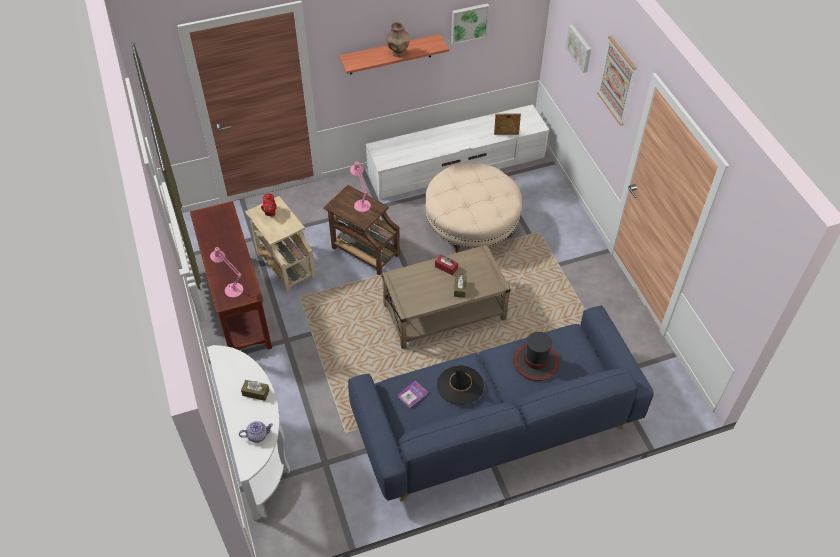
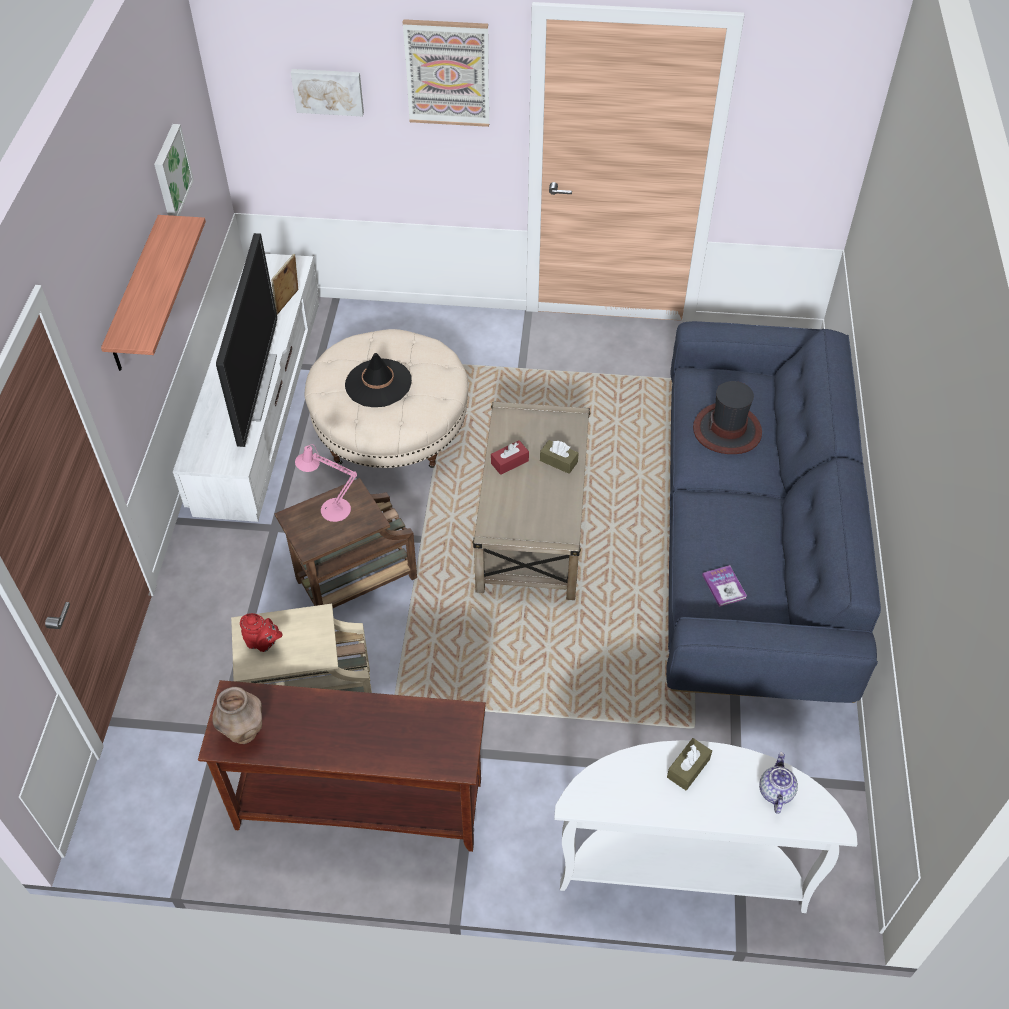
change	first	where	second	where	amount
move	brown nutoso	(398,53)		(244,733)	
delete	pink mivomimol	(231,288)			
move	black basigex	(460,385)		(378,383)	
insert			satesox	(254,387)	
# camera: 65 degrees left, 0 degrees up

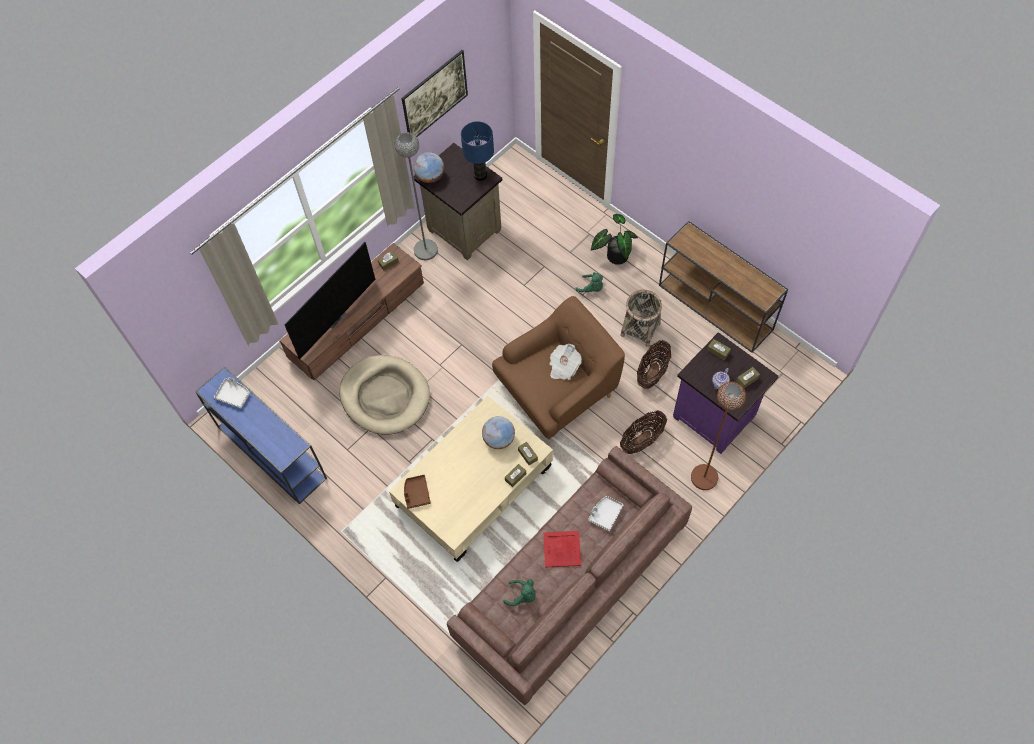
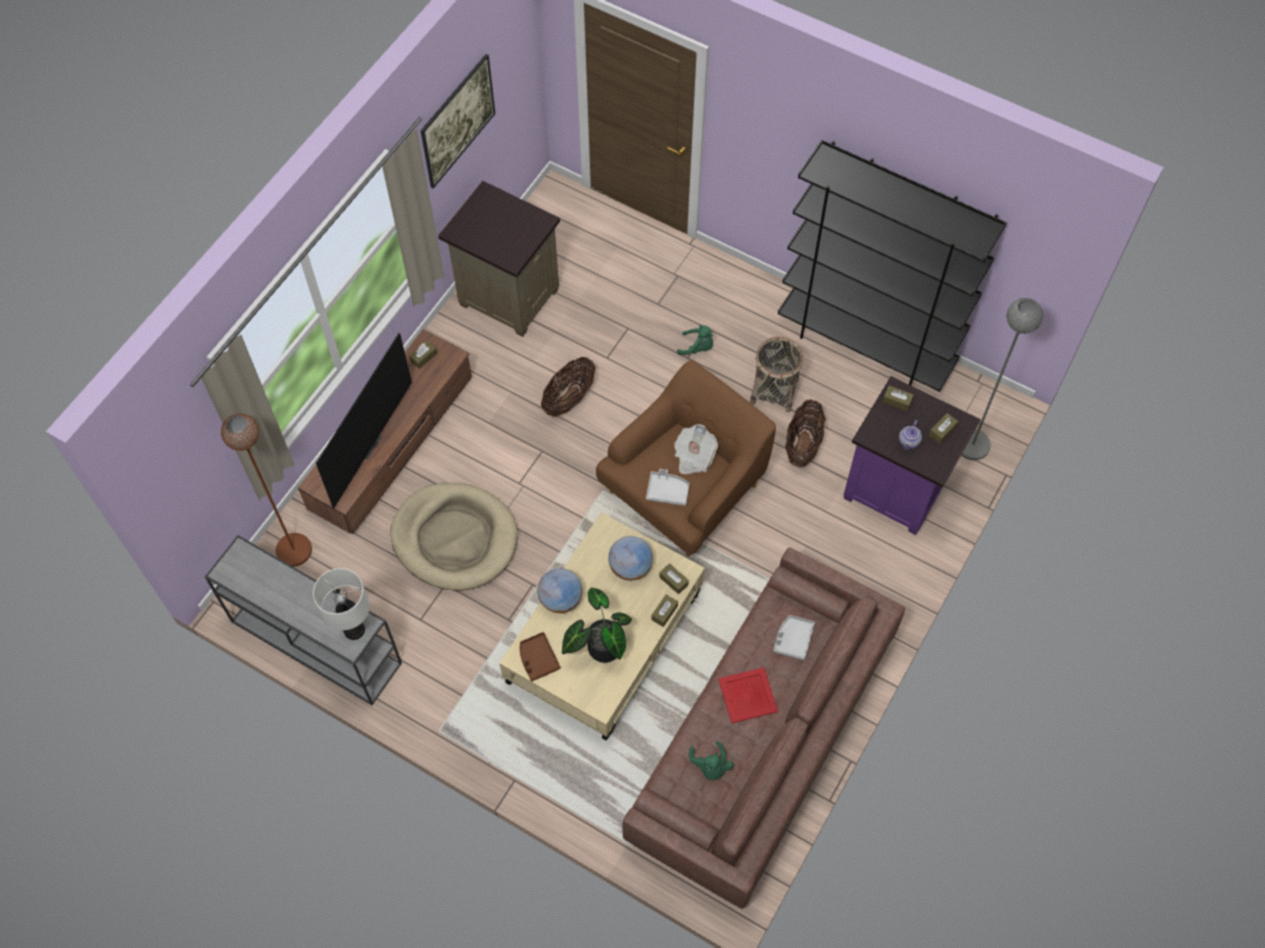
change	first	where	second	where	amount
delete	blue mivomimol	(480,175)			
move	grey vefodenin	(425,250)		(972,445)	
move	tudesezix	(430,177)		(560,599)	
move	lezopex	(615,255)		(600,646)	
replace	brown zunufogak	(716,308)	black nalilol	(865,346)	
recolor	blue zunufogak	(270,451)	grey zunufogak	(314,642)	
move	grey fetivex	(234,395)		(667,491)	
move	brown vefodenin	(704,477)		(294,550)	
move	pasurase	(642,440)		(569,398)	
rotate	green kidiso	(522,596)		(710,766)	75 degrees clockwise
insert			white mivomimol	(354,629)	
# camera: 15 degrees left, 0 degrees up

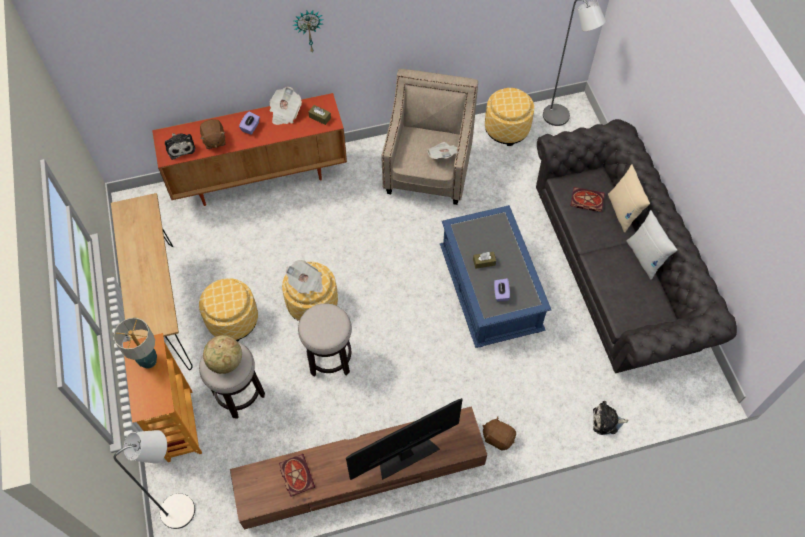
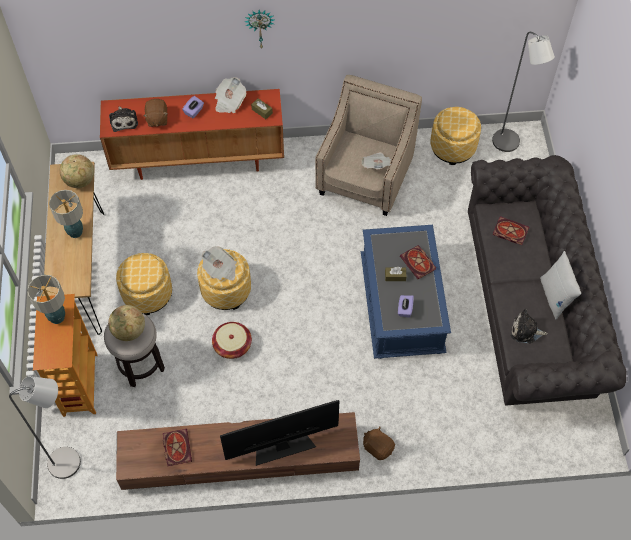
change	first	where	second	where	amount
delete	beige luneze	(622,211)			
replace	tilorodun	(330,358)	pasurase	(232,345)	
move	kidiso	(607,421)		(526,331)	
insert			tudesezix	(80,181)	
insert			mivomimol	(75,232)	
insert			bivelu	(419,263)	
# camera: 10 degrees right, 0 degrees up

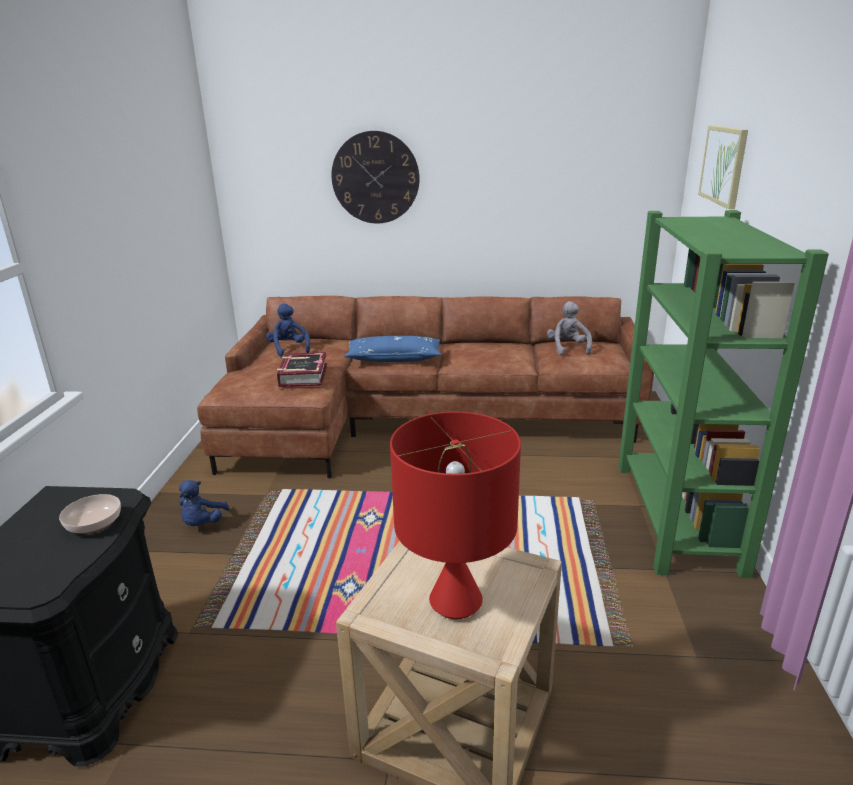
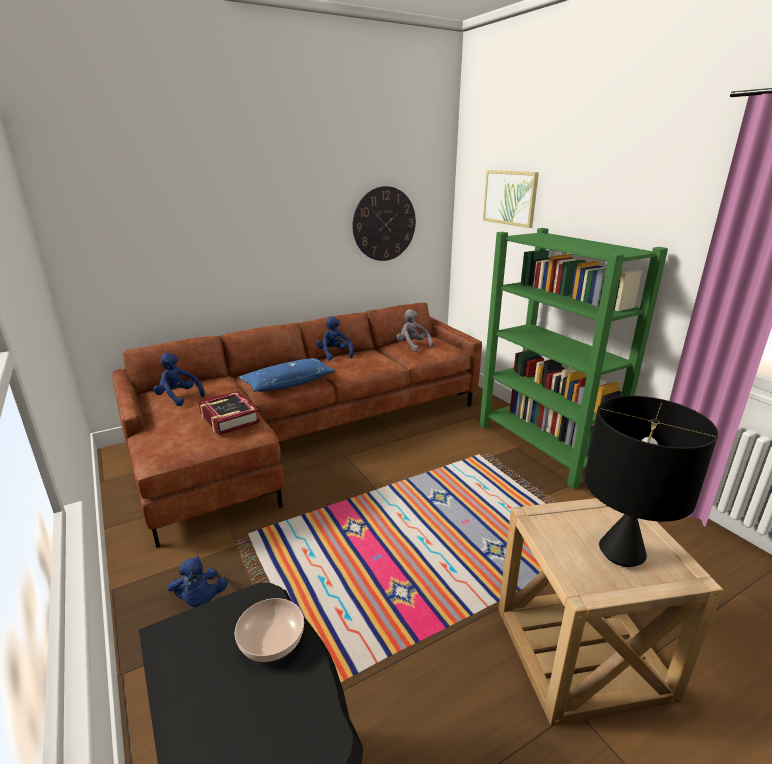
change	first	where	second	where	amount
move	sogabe	(375,178)		(384,224)	
recolor	red mivomimol	(456,604)	black mivomimol	(621,554)	
insert			blue kidiso	(334,354)	
# camera: 35 degrees left, 0 degrees up

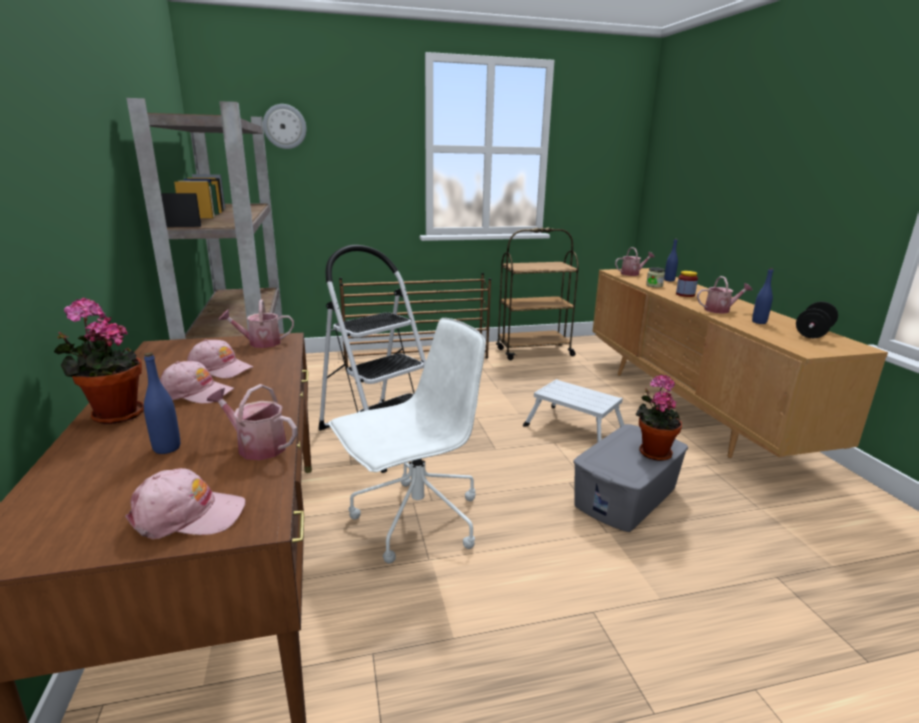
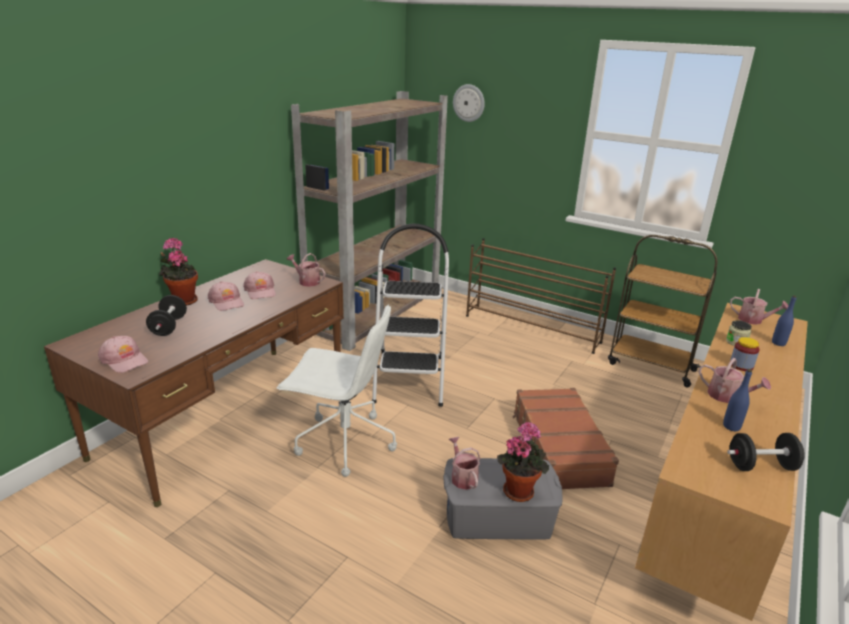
change	first	where	second	where	amount
replace	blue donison	(167,448)	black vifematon	(169,327)	
replace	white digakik	(575,428)	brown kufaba	(558,448)	
move	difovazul	(256,446)		(462,477)	
# camera: 45 degrees right, 5 degrees up

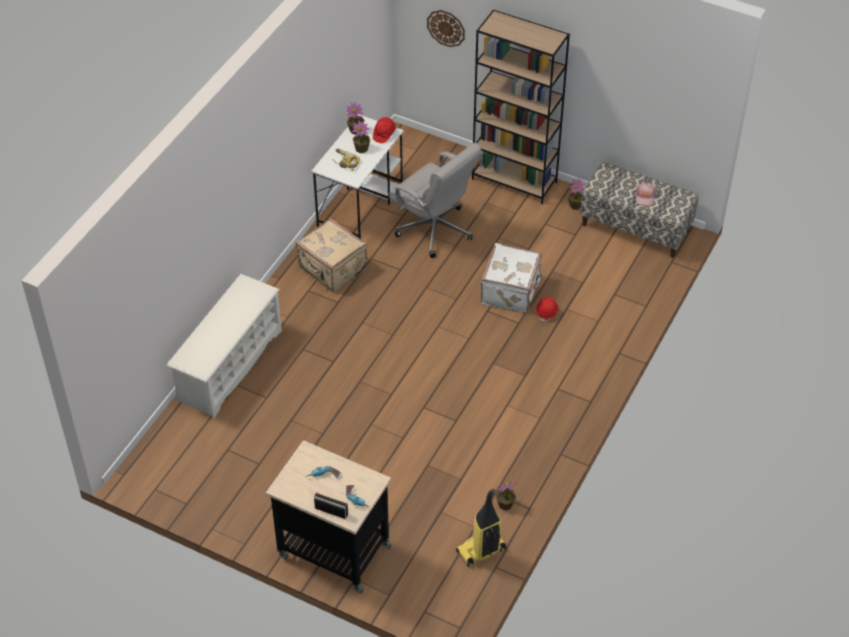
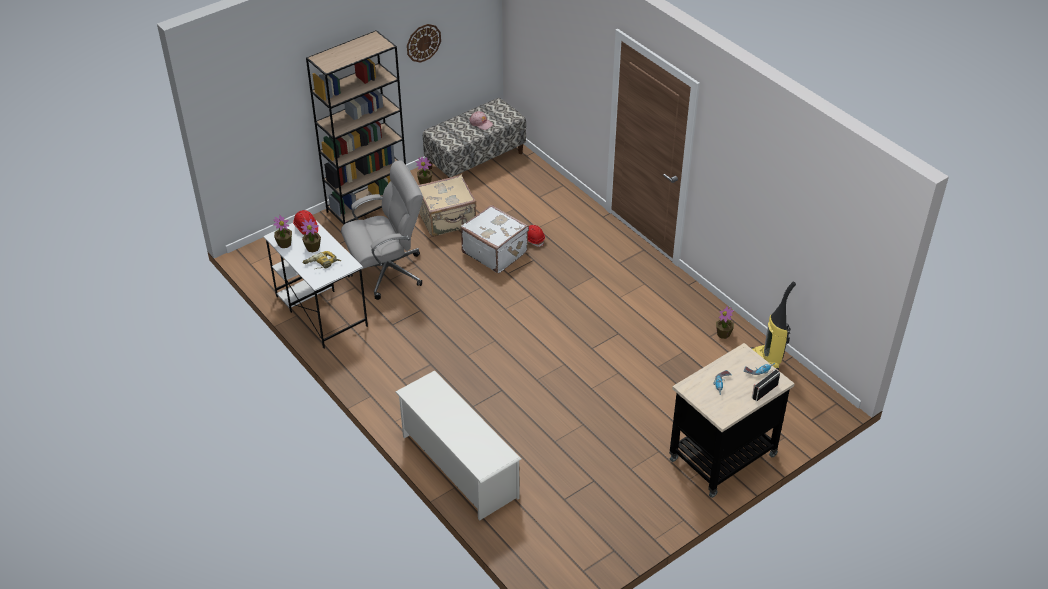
change	first	where	second	where	amount
move	sogabe	(446,28)		(423,42)	
move	beige kufaba	(332,269)		(448,220)	
# camera: 65 degrees left, 5 degrees down

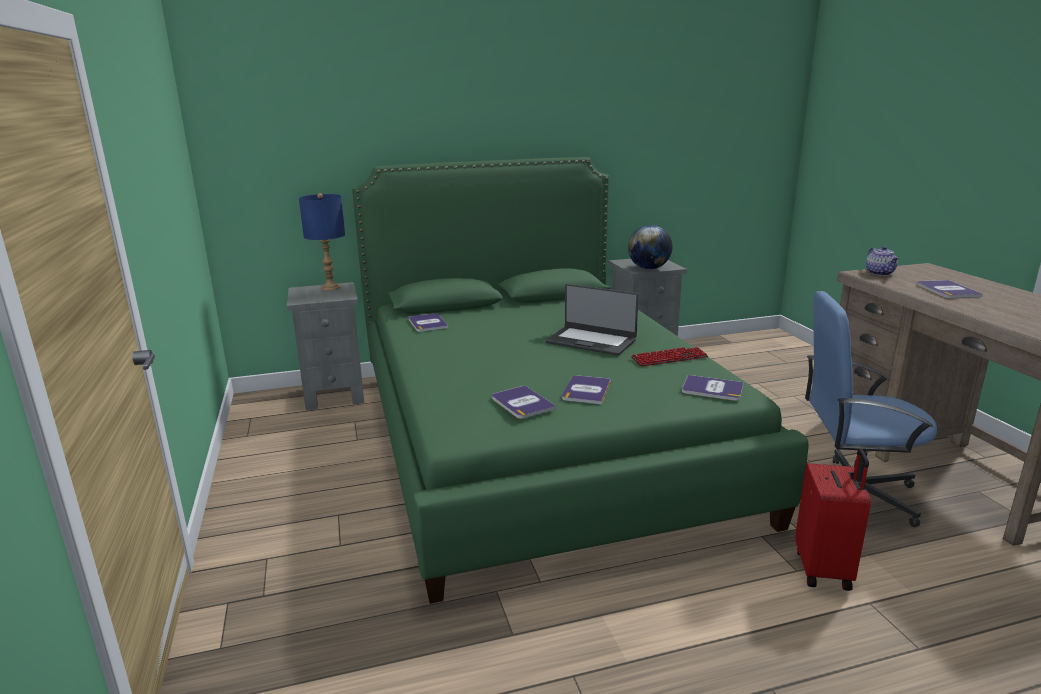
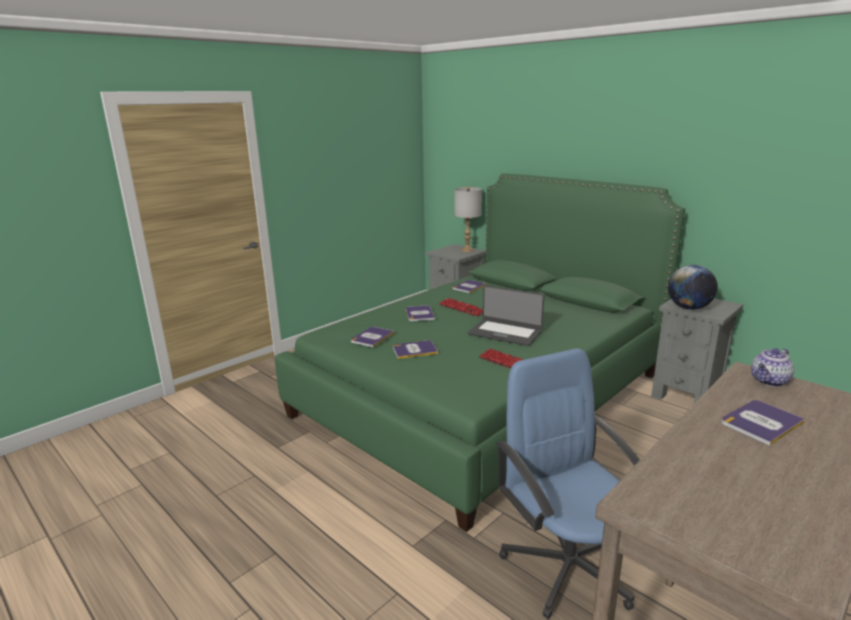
change	first	where	second	where	amount
recolor	blue mivomimol	(330,288)	grey mivomimol	(467,250)	
rotate	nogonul	(591,341)		(505,332)	60 degrees counterclockwise
move	bivelu	(712,389)		(419,314)	
delete	red kufaba	(824,569)			
insert			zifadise	(462,308)	
# camera: 60 degrees right, 0 degrees up

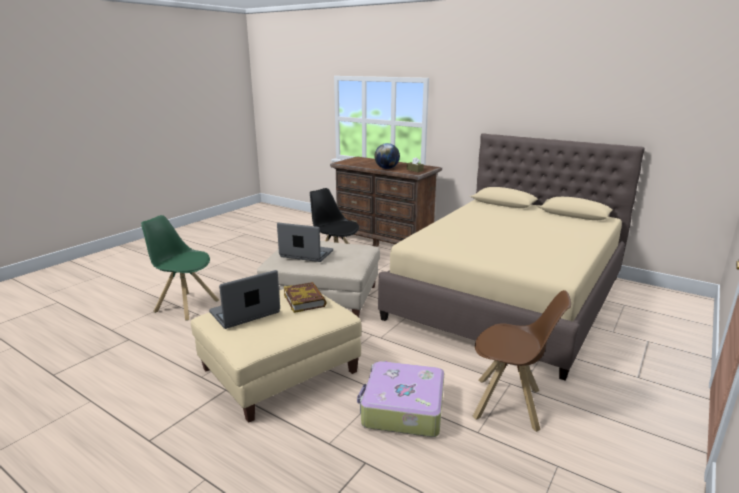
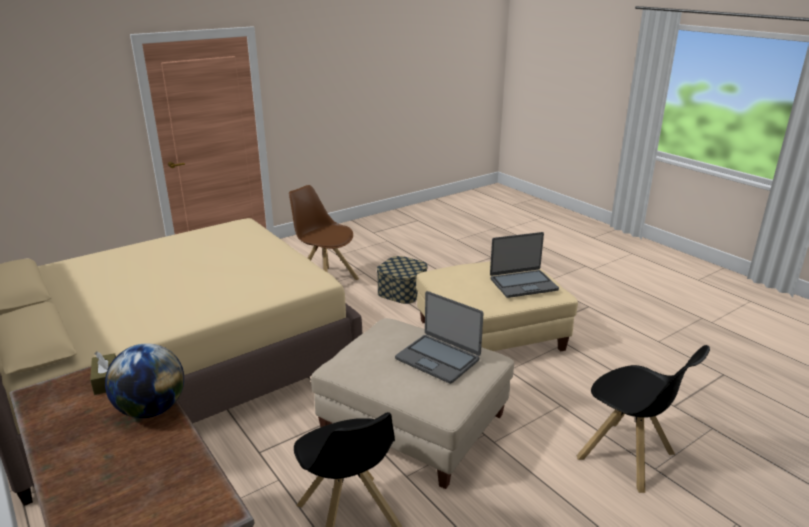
change	first	where	second	where	amount
recolor	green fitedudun	(185,305)	black fitedudun	(628,457)	
delete	bivelu	(305,300)			
replace	kufaba	(402,409)	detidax	(402,291)	
# camera: 160 degrees left, 5 degrees up

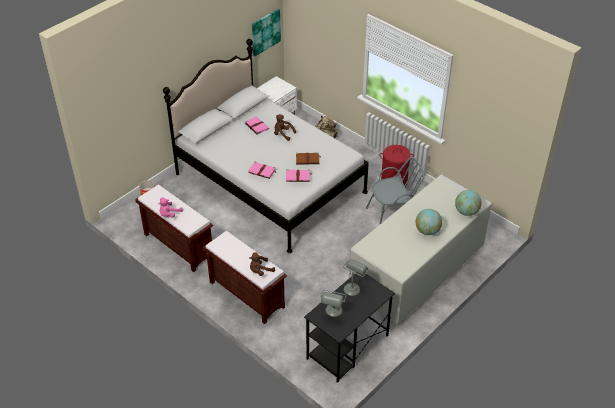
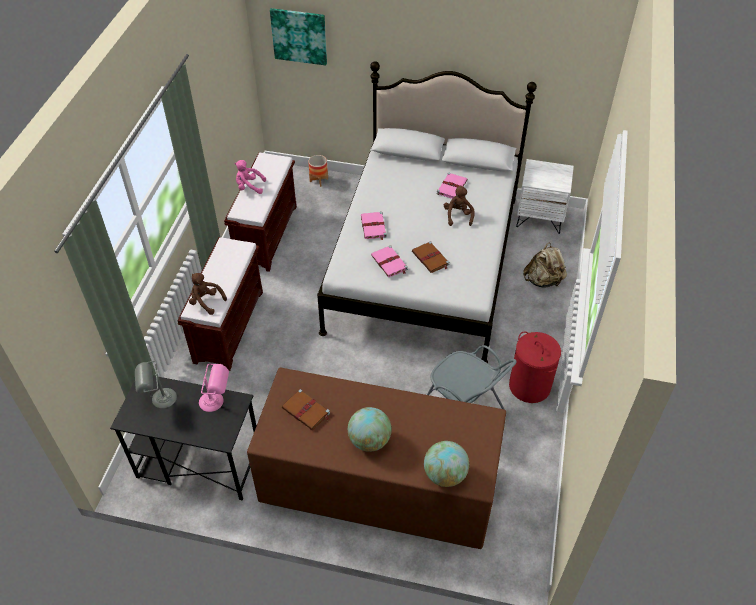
change	first	where	second	where	amount
move	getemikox	(265,32)		(299,36)	
recolor	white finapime	(416,271)	brown finapime	(378,485)	
recolor	grey mivomimol	(353,286)	pink mivomimol	(216,401)	
insert			brown bivelu	(306,411)	
# camera: 60 degrees right, 5 degrees up

